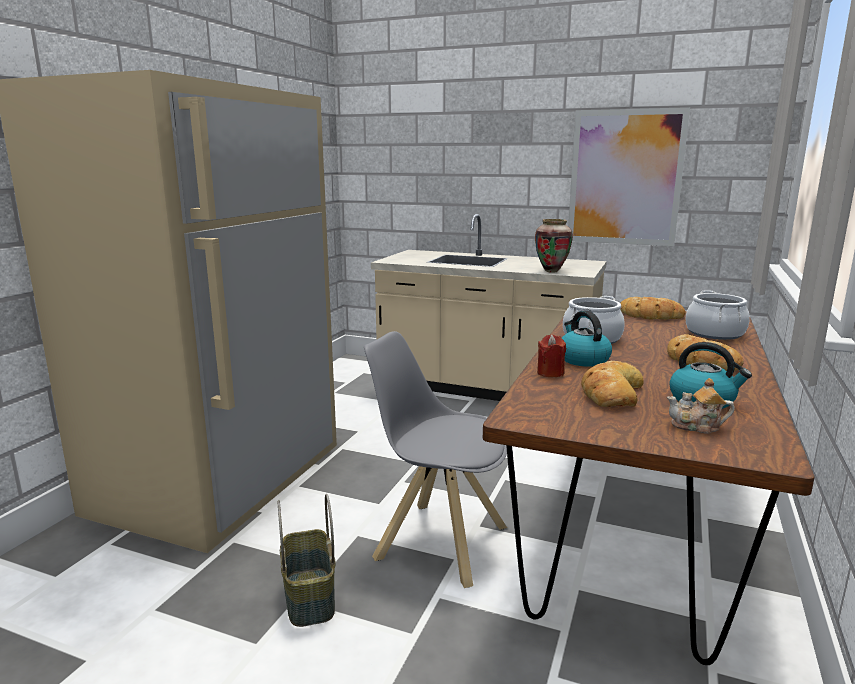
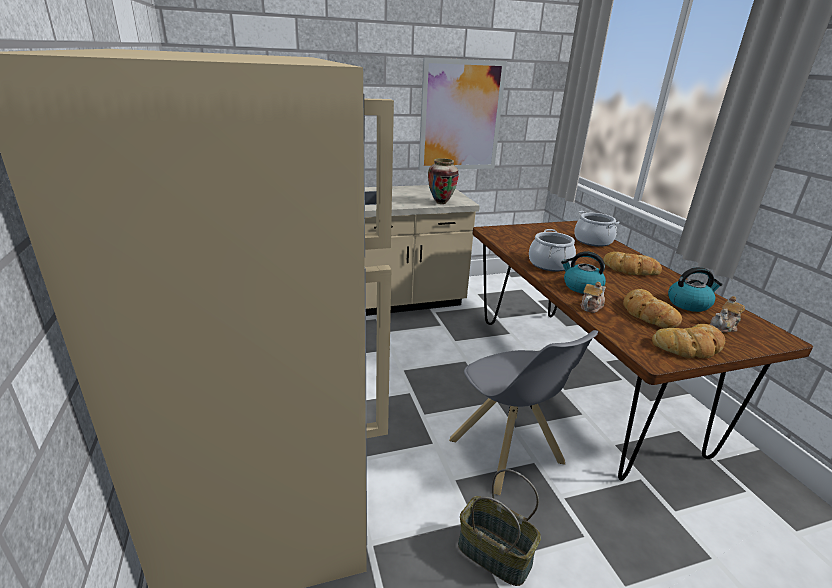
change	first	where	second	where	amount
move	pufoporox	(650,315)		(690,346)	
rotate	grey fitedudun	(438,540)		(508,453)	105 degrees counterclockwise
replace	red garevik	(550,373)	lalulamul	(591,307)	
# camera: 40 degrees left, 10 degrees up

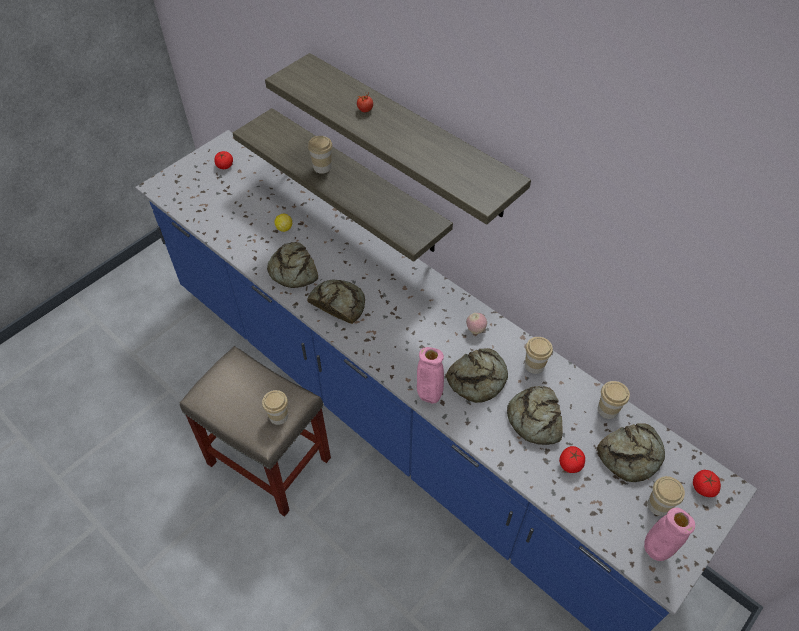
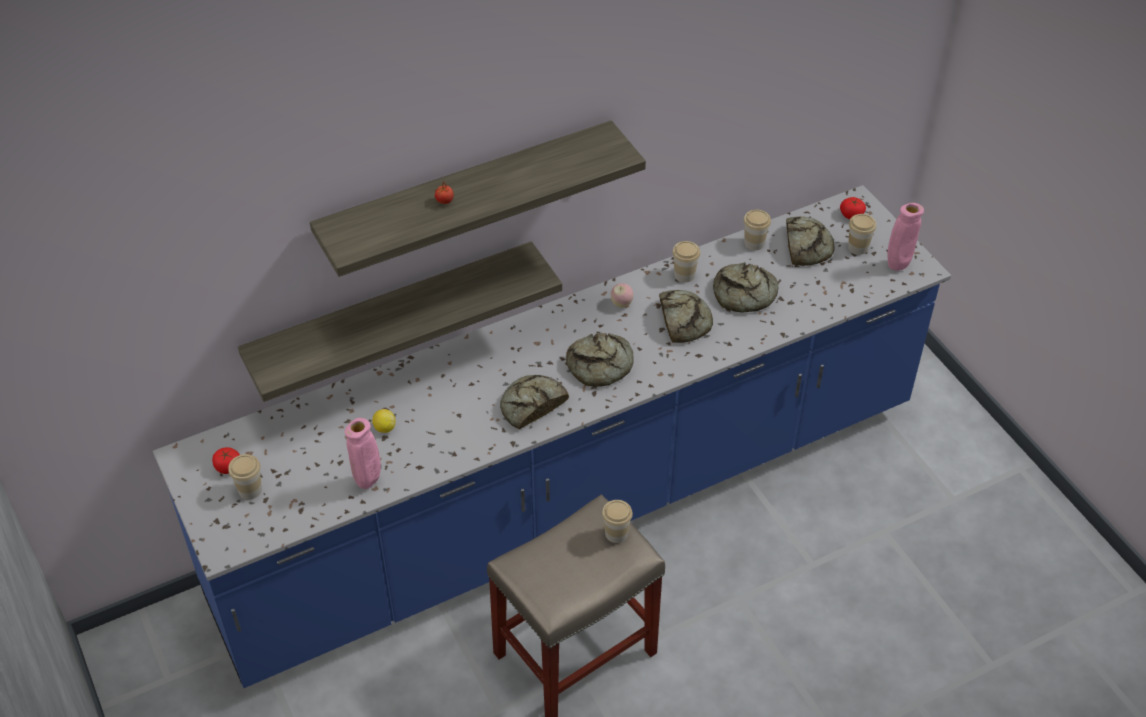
change	first	where	second	where	amount
move	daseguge	(322,167)		(250,490)	
move	pufoporox	(293,270)		(601,366)	
move	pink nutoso	(429,398)		(368,483)	
delete	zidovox	(570,464)			
# camera: 70 degrees left, 5 degrees down

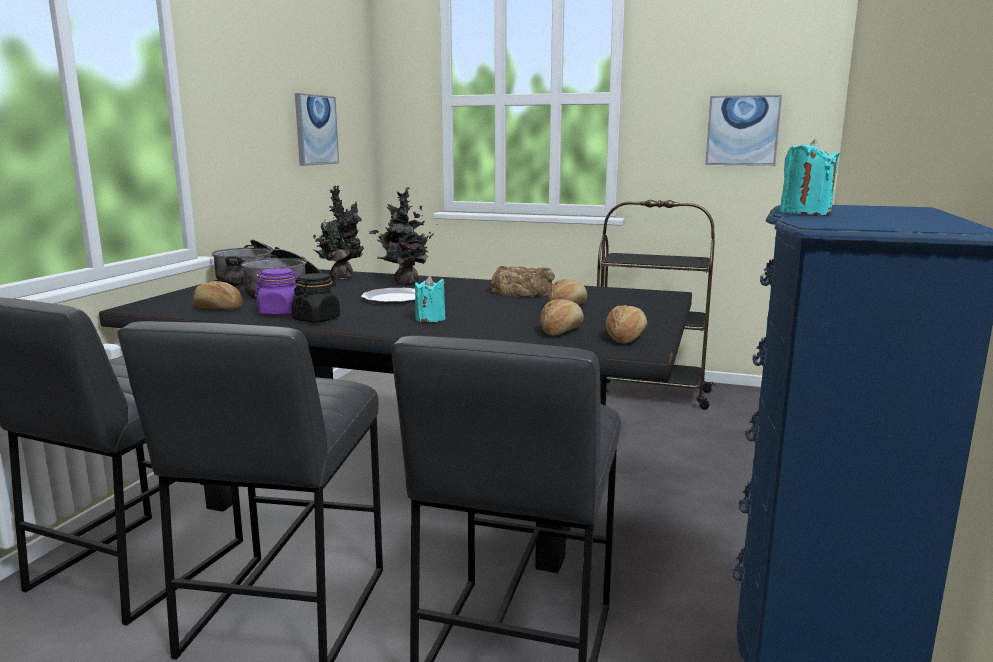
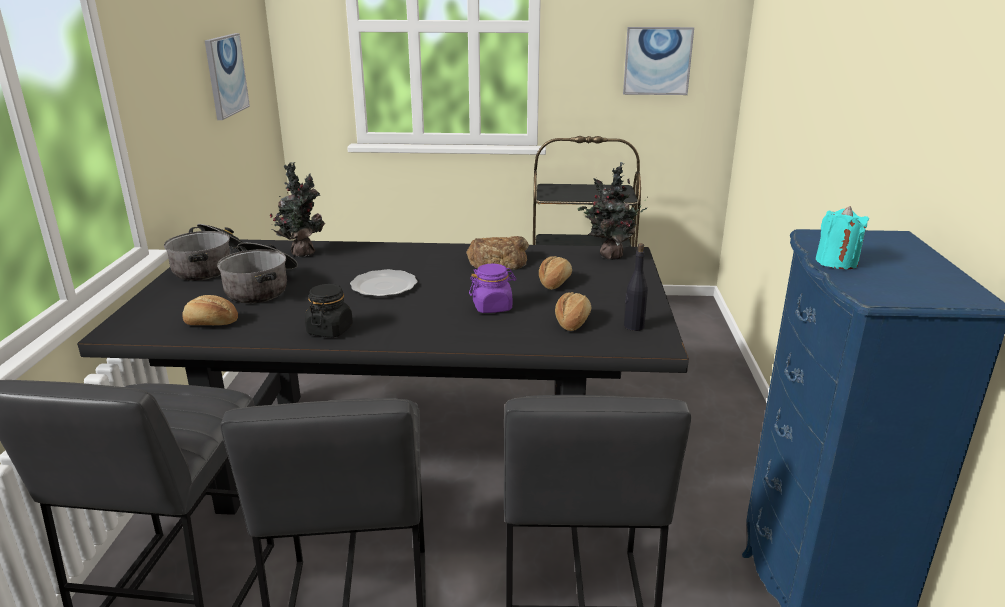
change	first	where	second	where	amount
move	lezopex	(404,283)		(609,256)	
move	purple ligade	(280,312)		(492,307)	
delete	turquoise garevik	(430,319)			
replace	pufoporox	(625,338)	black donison	(633,326)	
# camera: 15 degrees left, 10 degrees up

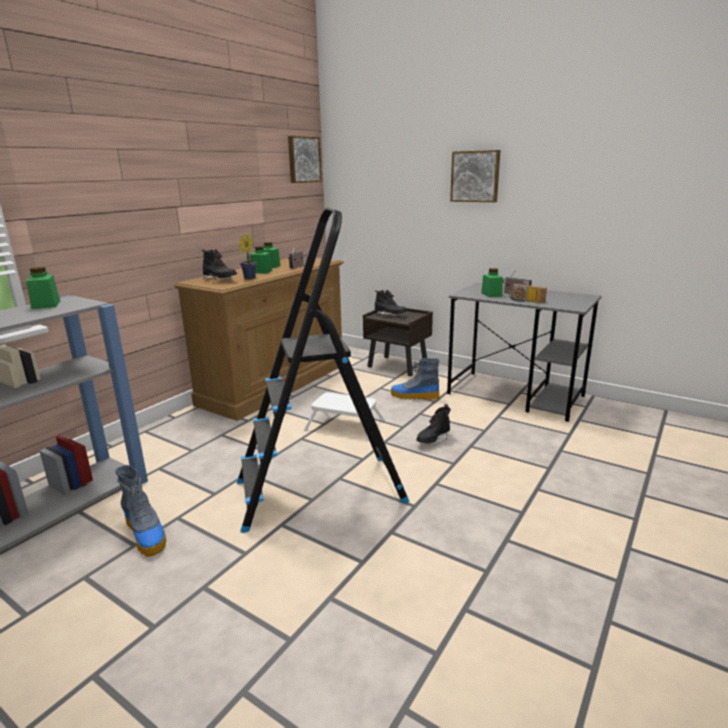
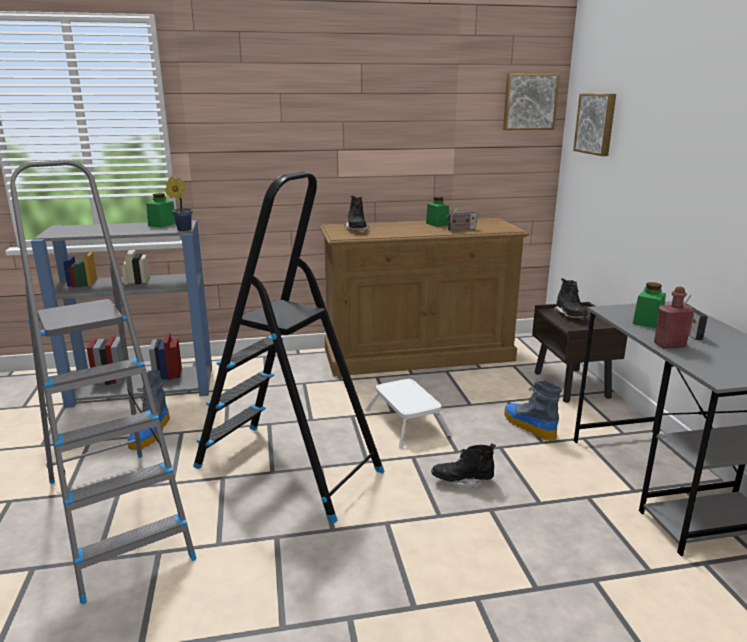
change	first	where	second	where	amount
move	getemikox	(475,176)		(596,124)	
move	lezopex	(248,278)		(182,229)	
delete	green ligade	(261,271)			
replace	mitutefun	(525,301)	red donison	(669,345)	
insert			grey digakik	(117,516)	
# camera: 45 degrees right, 0 degrees up

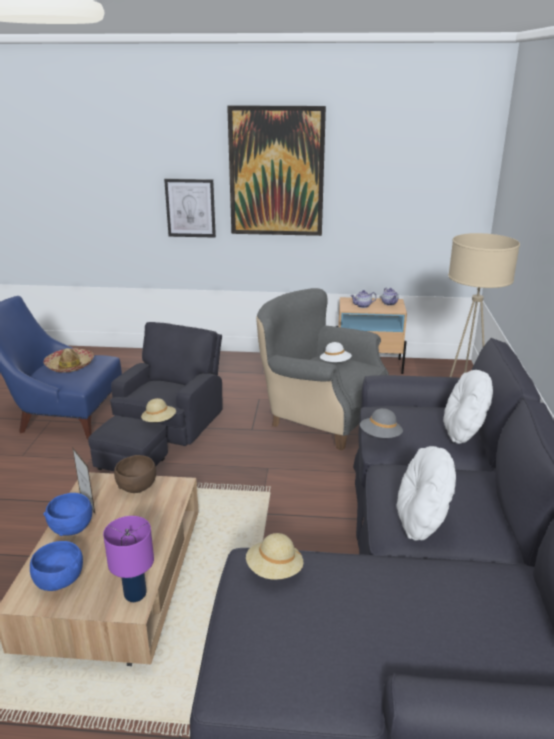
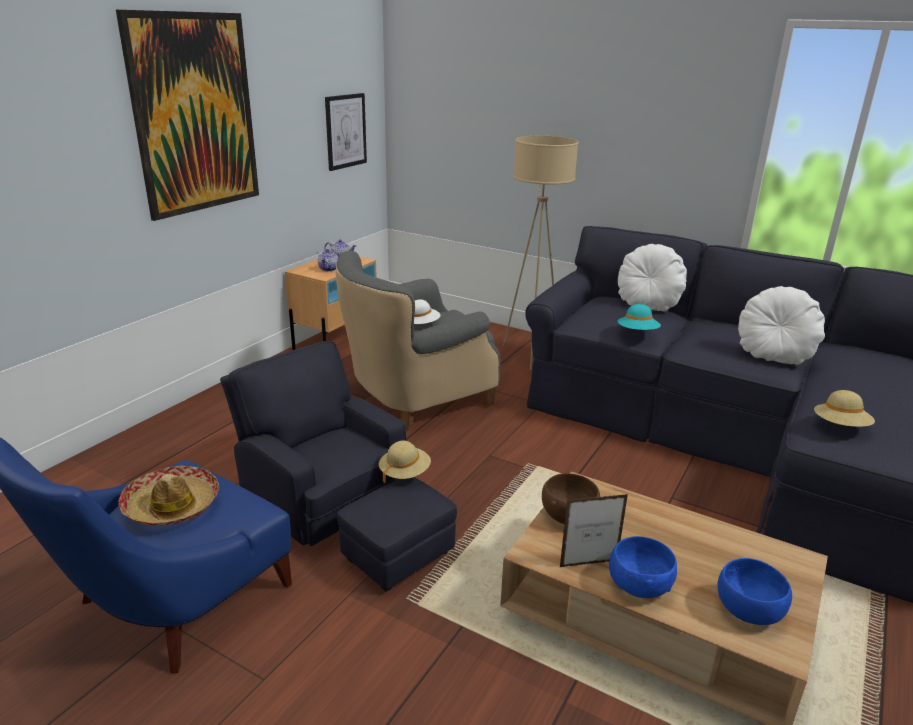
change	first	where	second	where	amount
move	getemikox	(190,208)		(345,131)	
recolor	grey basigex	(380,436)	turquoise basigex	(637,333)	
delete	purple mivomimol	(134,596)			
# camera: 65 degrees left, 0 degrees up

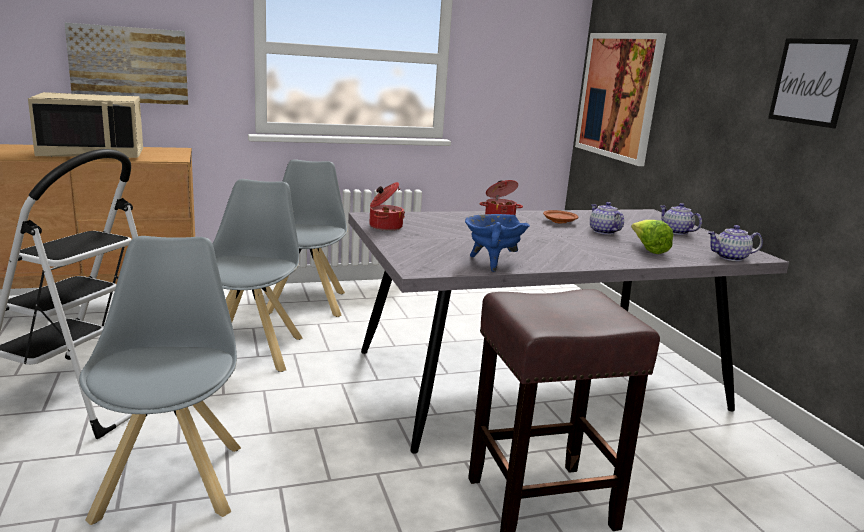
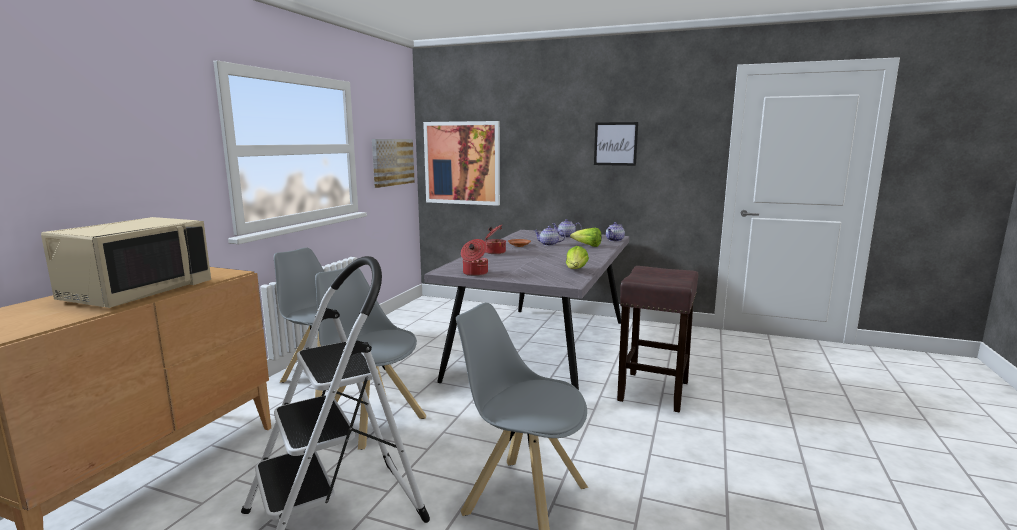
change	first	where	second	where	amount
move	getemikox	(129,65)		(392,162)	
replace	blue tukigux	(492,263)	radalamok	(576,270)	
# camera: 50 degrees left, 5 degrees down

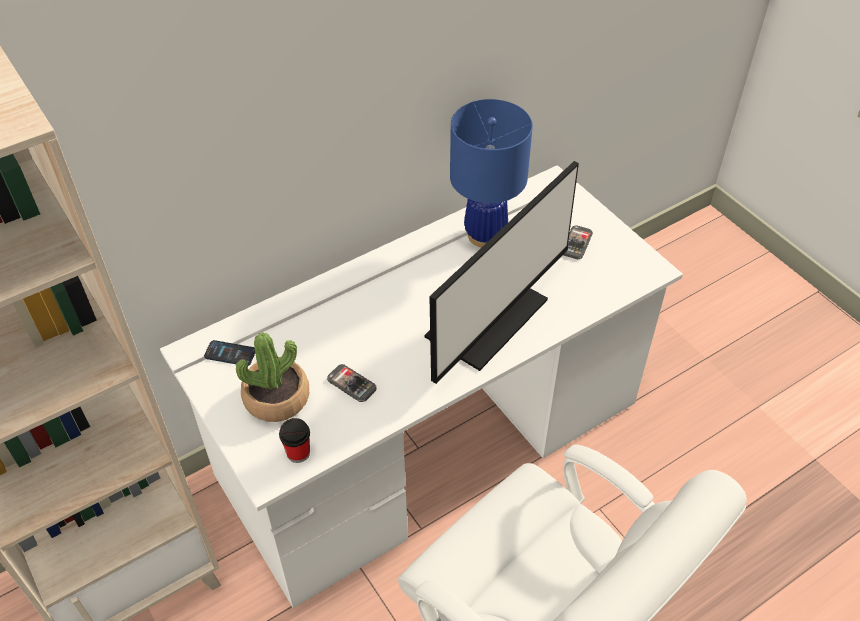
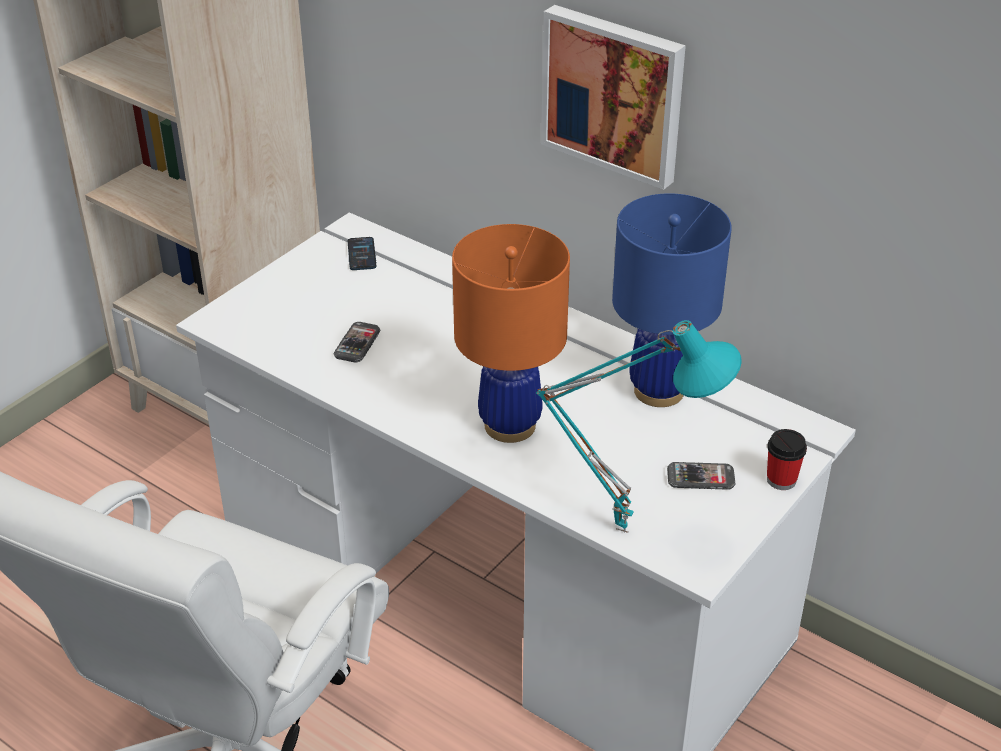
change	first	where	second	where	amount
replace	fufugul	(489,319)	orange mivomimol	(510,425)	
delete	lezopex	(277,398)			
move	daseguge	(298,453)		(781,480)	
insert			getemikox	(614,94)	
insert			turquoise mivomimol	(624,527)	
# camera: 70 degrees right, 10 degrees down

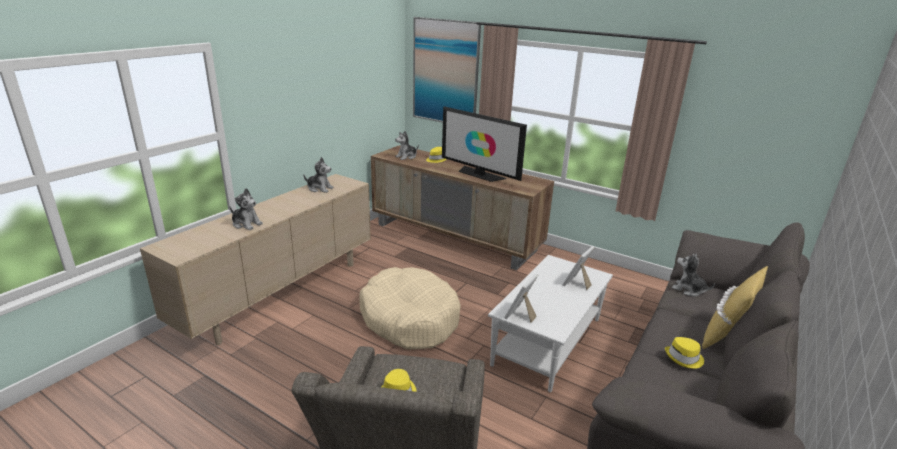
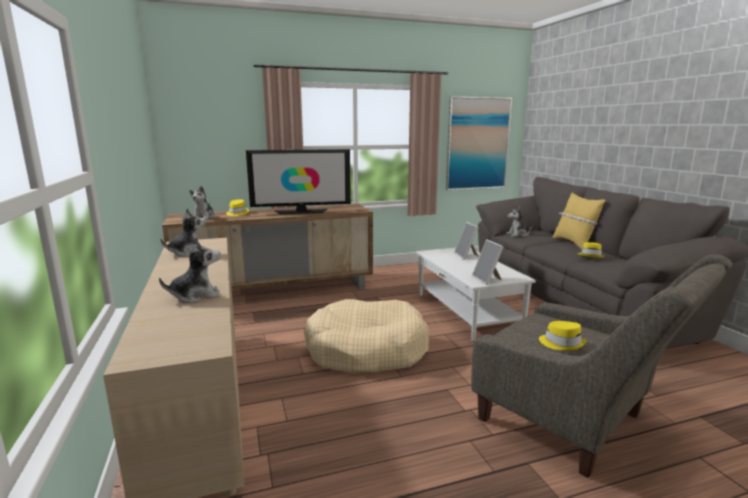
change	first	where	second	where	amount
move	getemikox	(445,72)		(477,144)	
# camera: 50 degrees left, 10 degrees down

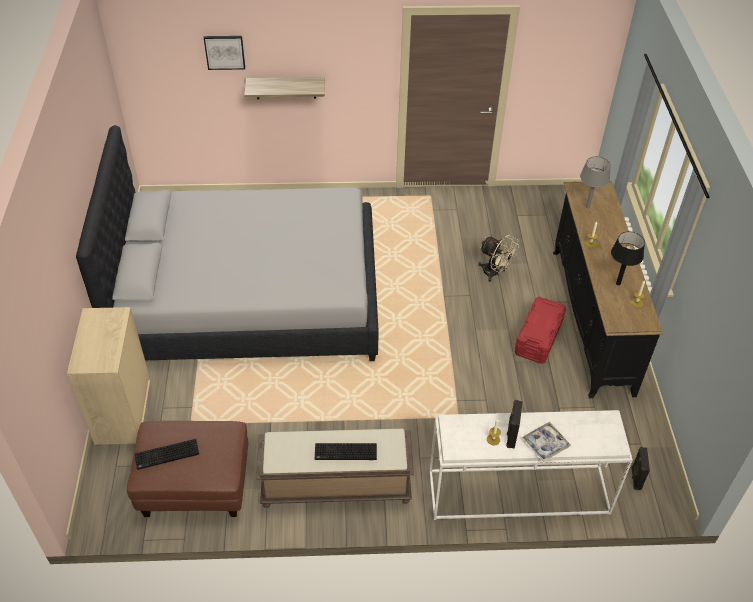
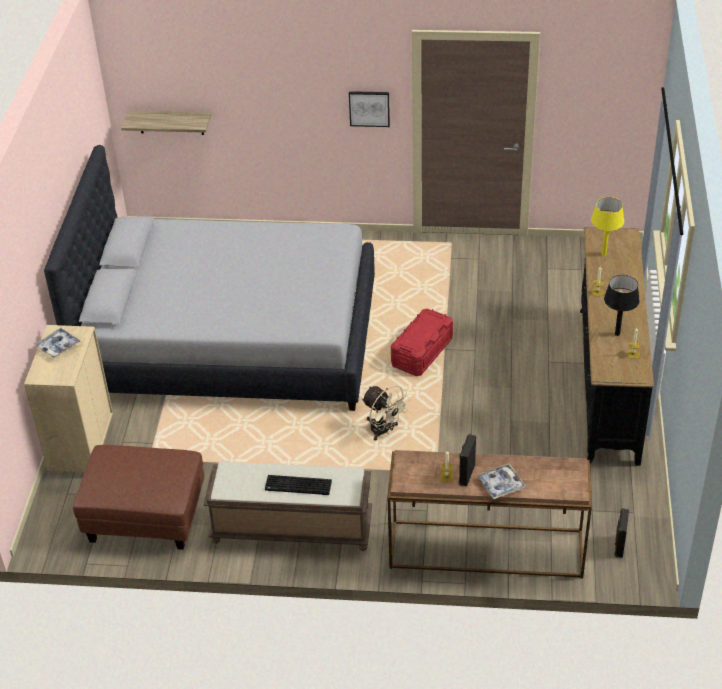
change	first	where	second	where	amount
move	getemikox	(224,52)		(369,108)	
move	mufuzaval	(286,88)		(171,122)	
recolor	grey mivomimol	(587,207)	yellow mivomimol	(604,254)	
move	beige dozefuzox	(494,273)		(384,431)	
move	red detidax	(538,338)		(422,352)	
recolor	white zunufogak	(517,493)	brown zunufogak	(485,550)	
delete	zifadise	(166,455)			
insert			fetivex	(58,346)	
# camera: 10 degrees right, 5 degrees down

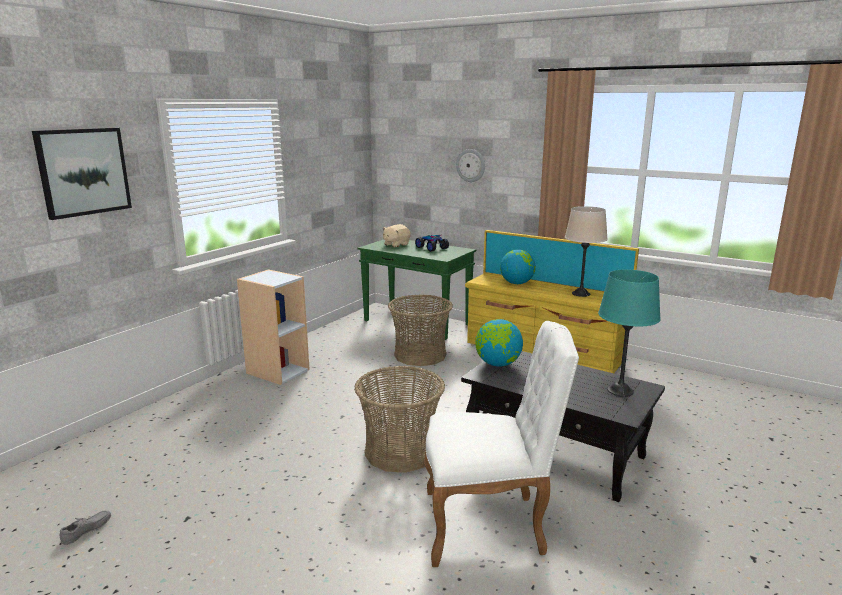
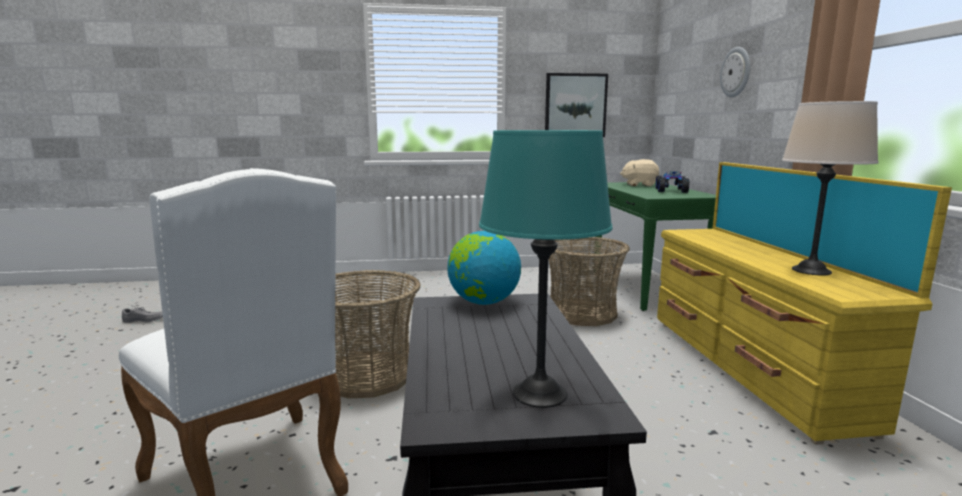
change	first	where	second	where	amount
move	getemikox	(83,172)		(575,105)	
delete	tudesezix	(516,283)			
delete	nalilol	(277,371)			
# camera: 50 degrees right, 5 degrees down

